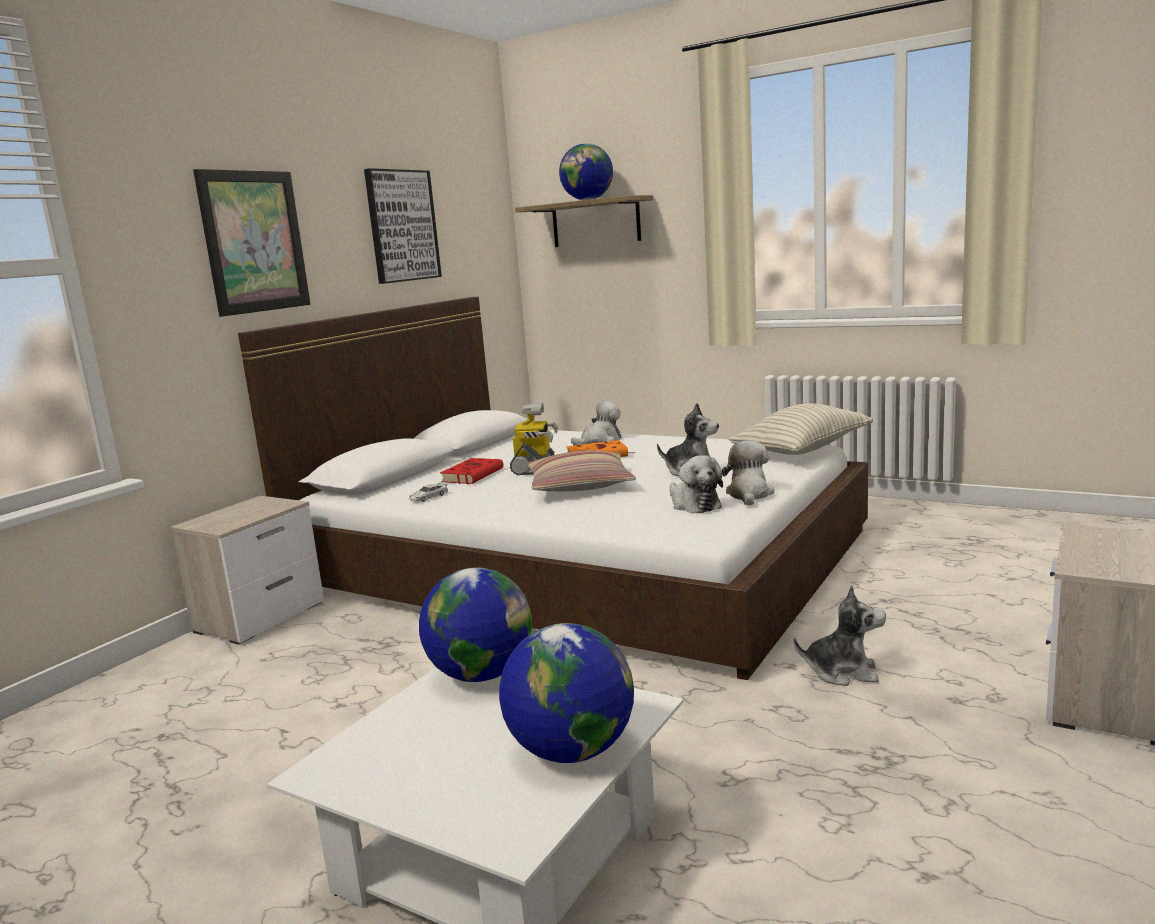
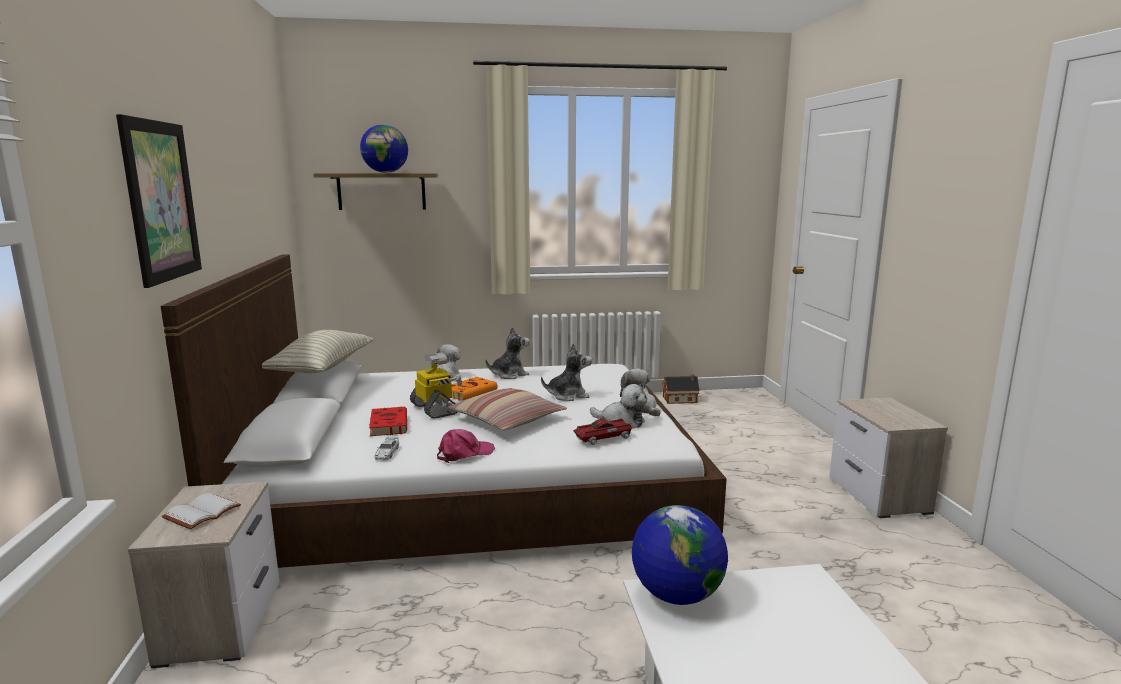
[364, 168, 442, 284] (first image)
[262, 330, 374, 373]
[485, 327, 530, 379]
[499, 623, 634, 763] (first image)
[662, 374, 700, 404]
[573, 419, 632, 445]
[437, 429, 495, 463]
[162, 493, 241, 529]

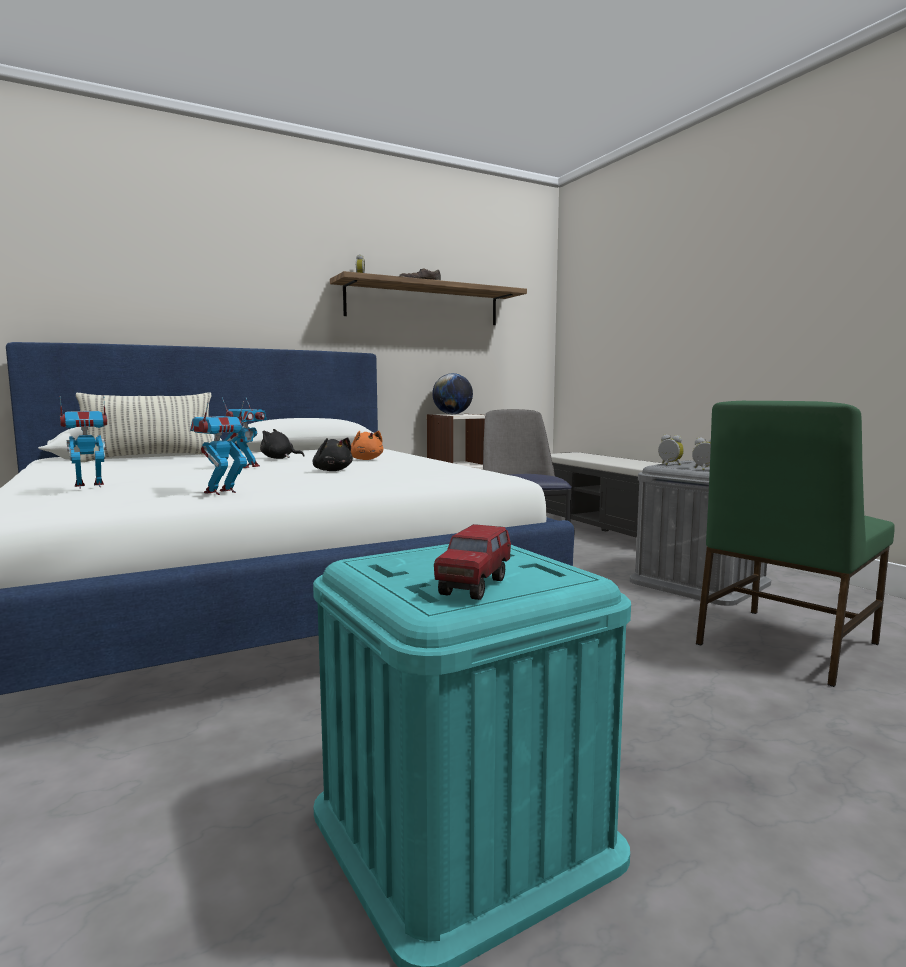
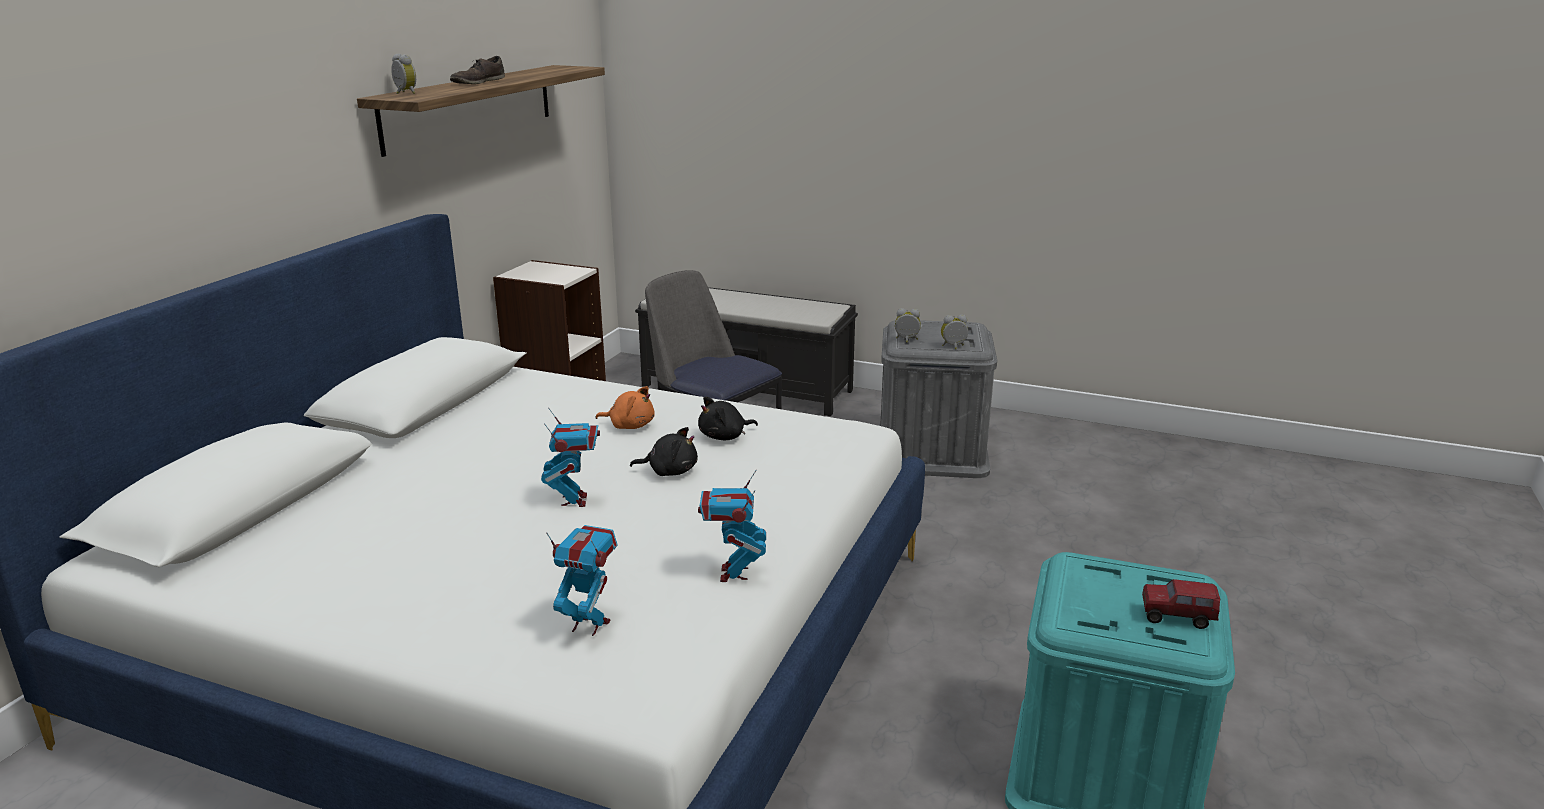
[432, 373, 473, 414] (first image)
[76, 392, 213, 462] (first image)
[546, 525, 618, 636]
[696, 401, 895, 687] (first image)
[698, 396, 758, 440]
[1142, 579, 1220, 629]

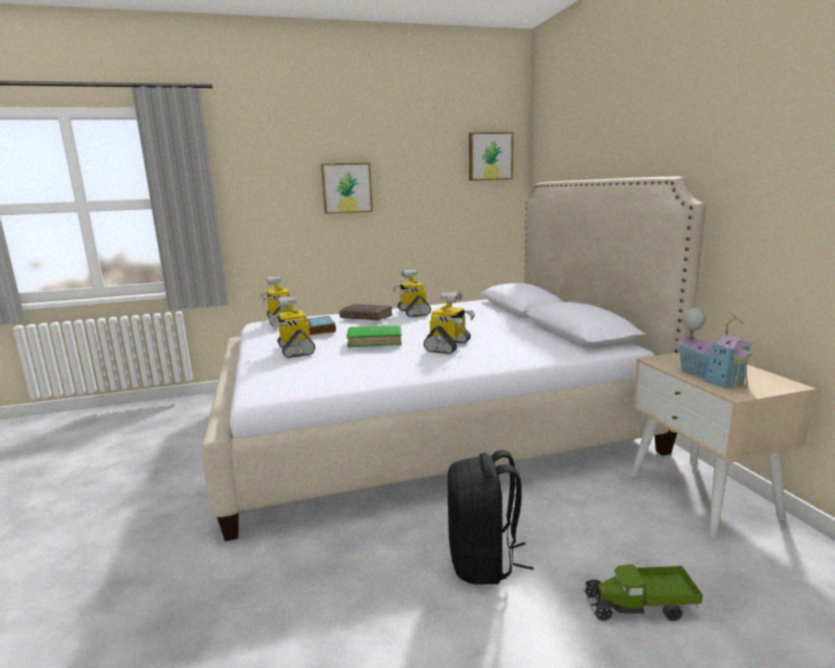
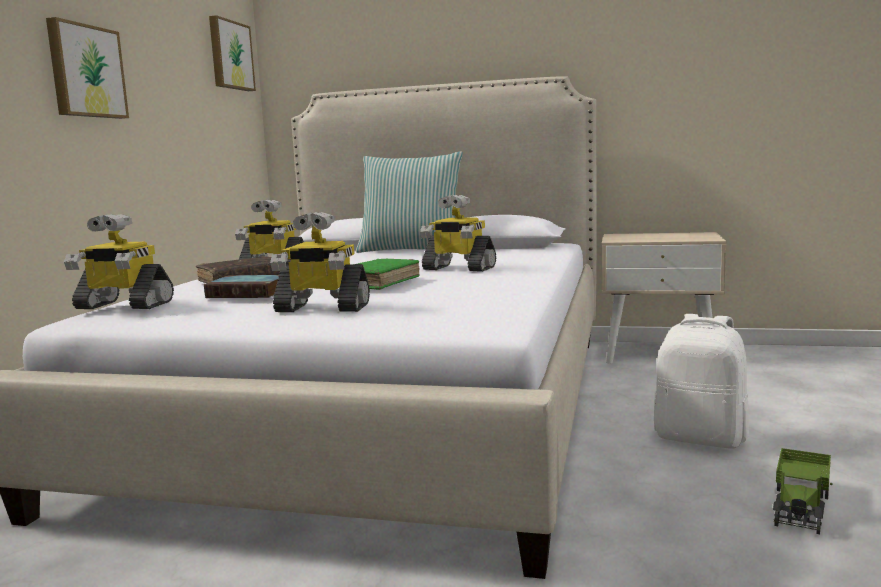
[420, 195, 496, 272]
[675, 308, 756, 389] (first image)
[654, 314, 749, 449]
[773, 448, 833, 534]
[356, 151, 463, 253]

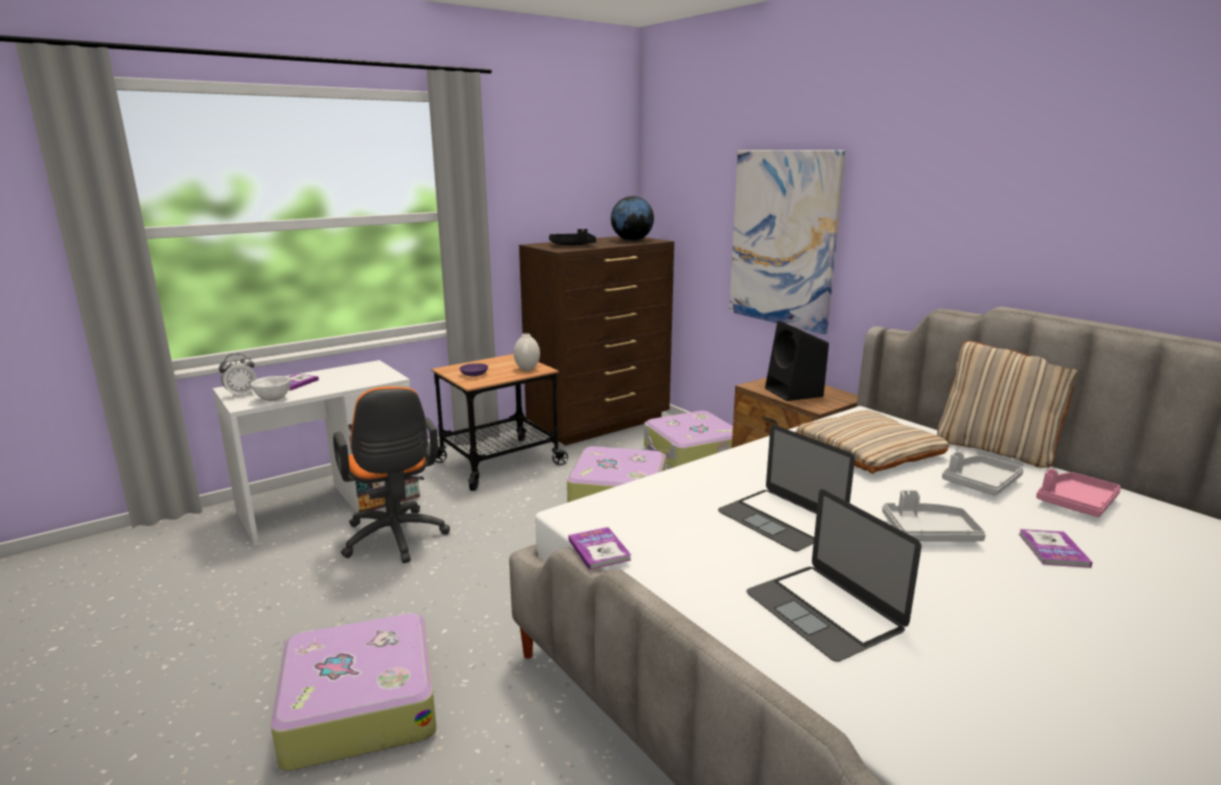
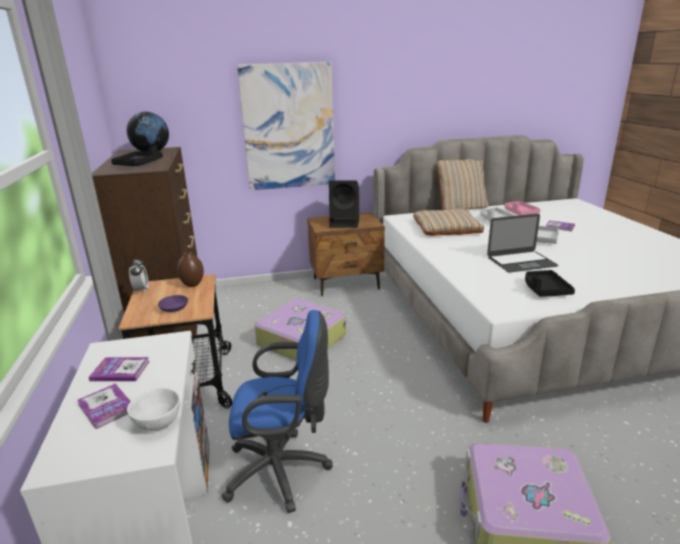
[177, 252, 204, 287]
[129, 257, 149, 293]
[222, 310, 333, 513]
[644, 411, 733, 468] (first image)
[746, 489, 921, 662] (first image)
[89, 357, 150, 381]
[525, 270, 575, 297]

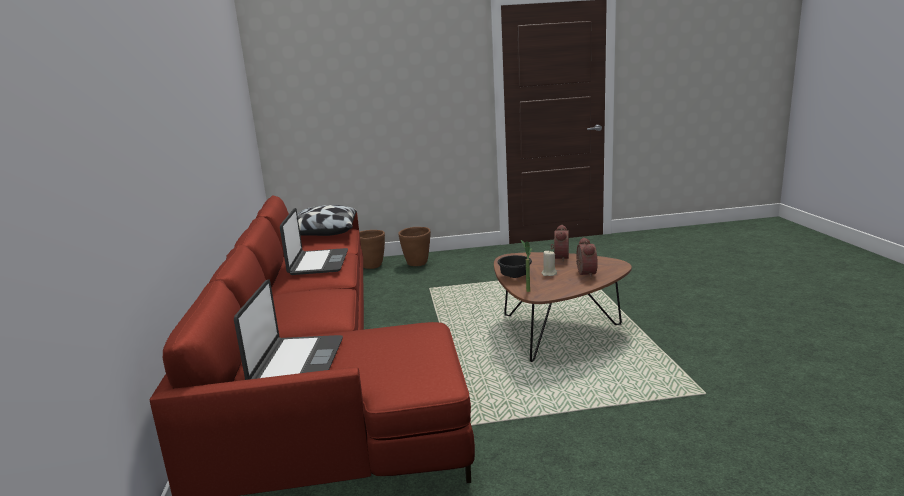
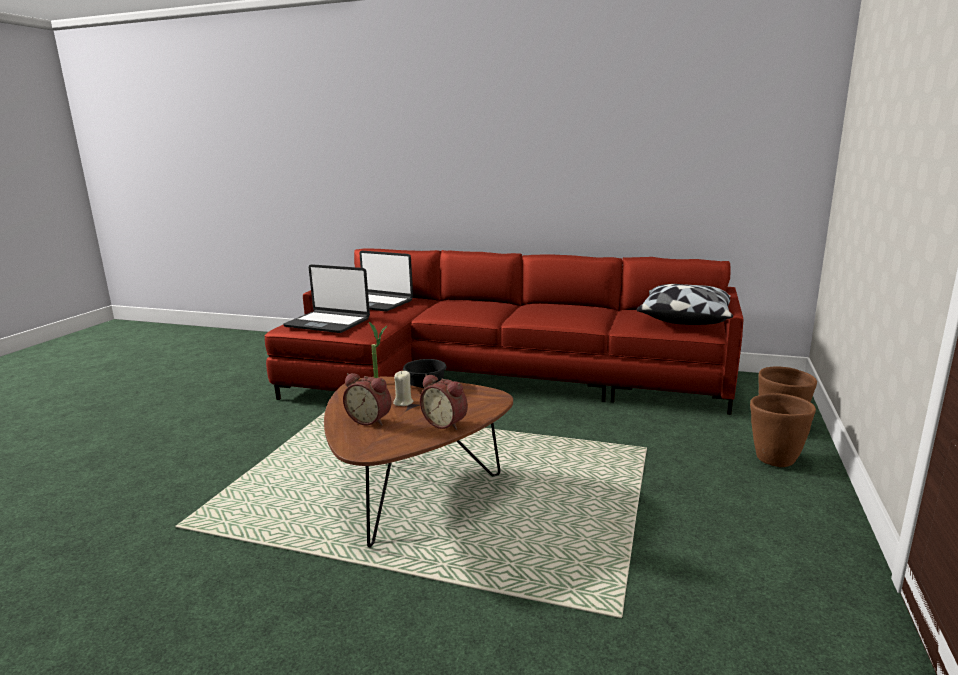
[283, 264, 370, 333]

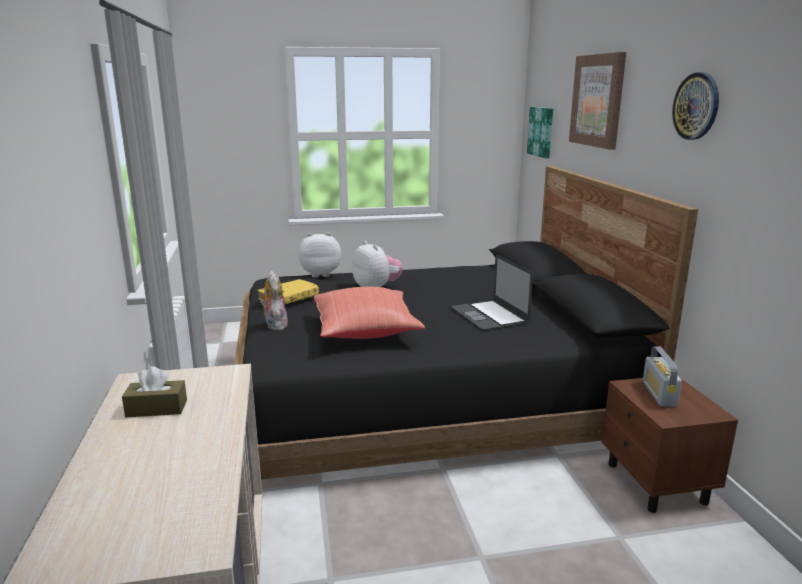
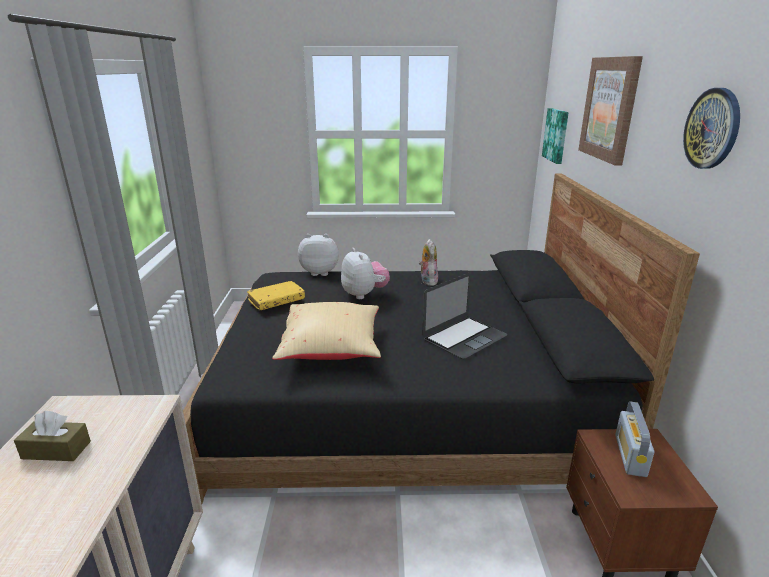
[422, 273, 507, 359]
[419, 239, 438, 286]
[272, 302, 381, 360]

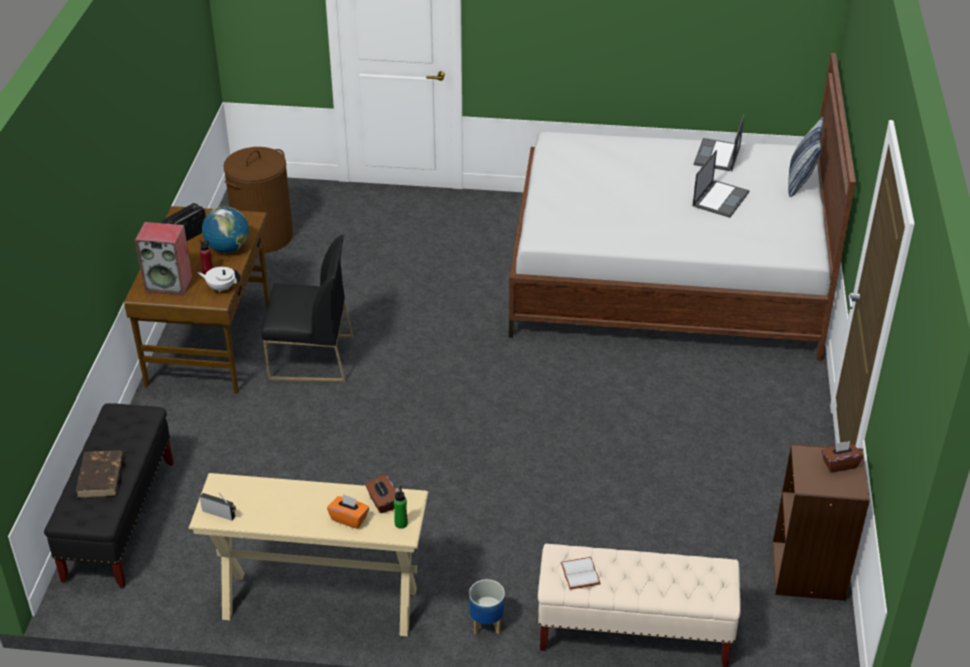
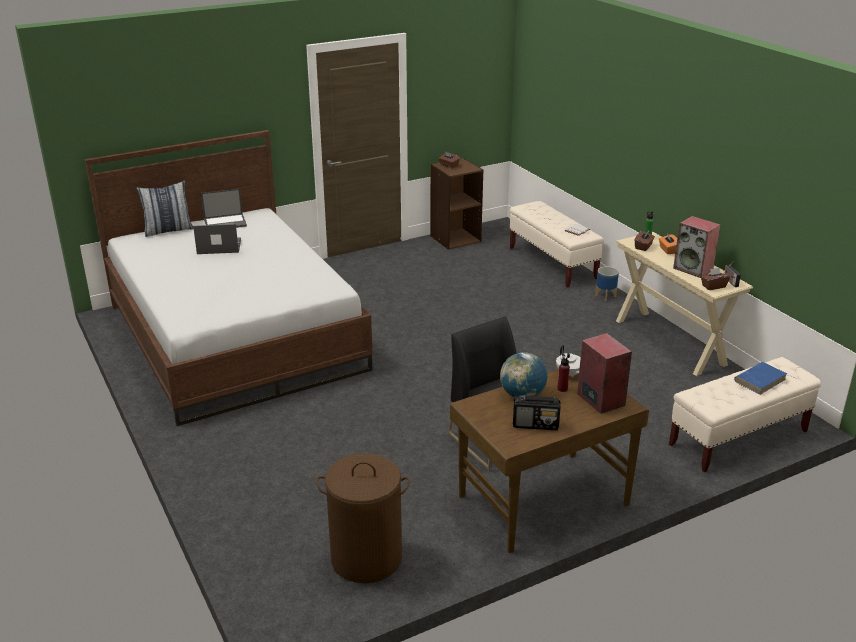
[201, 189, 247, 228]
[669, 357, 821, 472]
[734, 362, 787, 395]
[673, 216, 721, 278]
[701, 268, 730, 290]

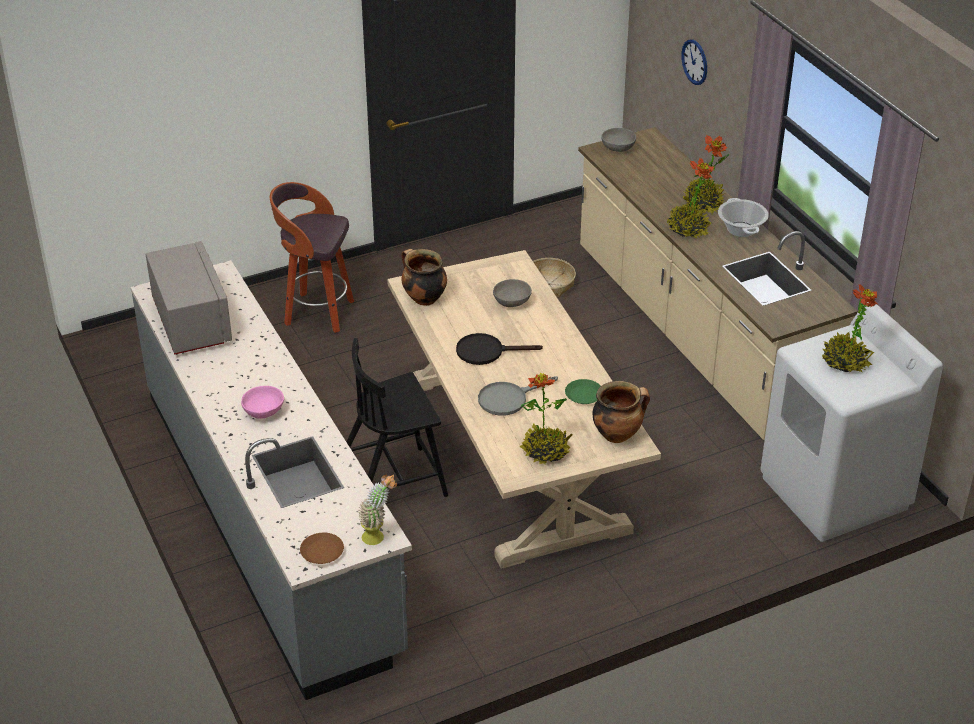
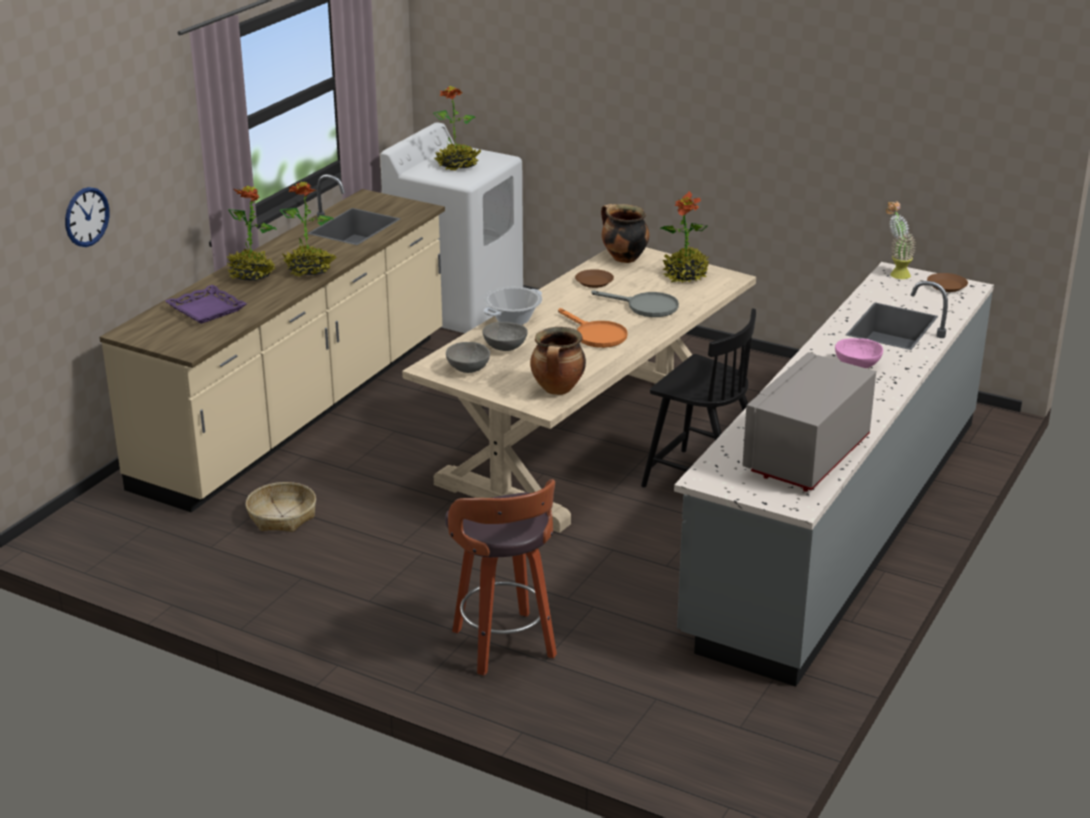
[446, 342, 490, 373]
[484, 287, 542, 325]
[558, 308, 628, 348]
[575, 269, 614, 288]
[165, 285, 247, 324]

